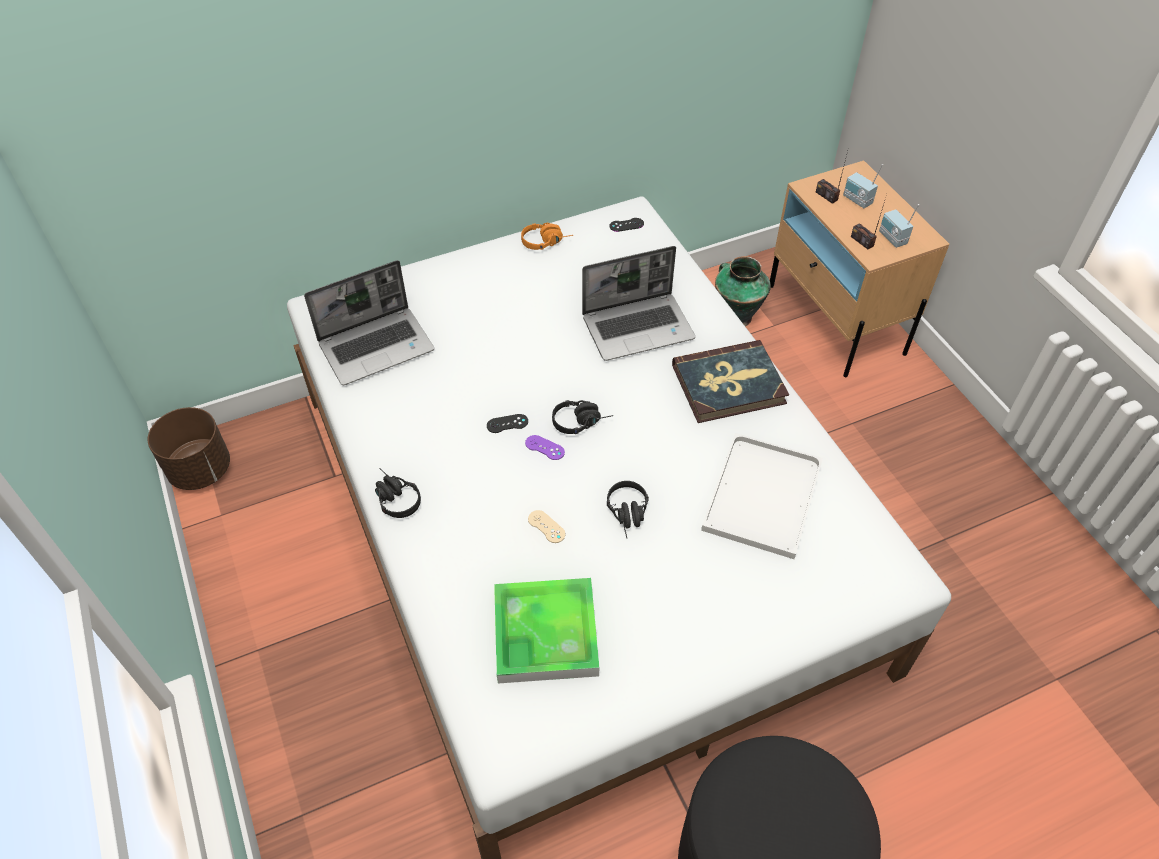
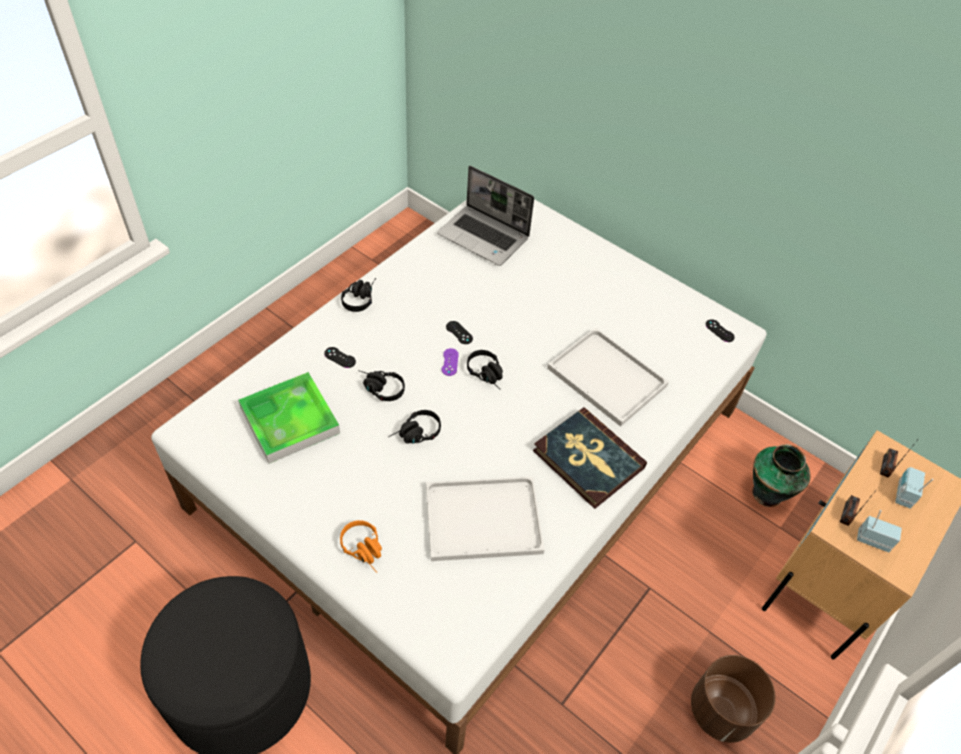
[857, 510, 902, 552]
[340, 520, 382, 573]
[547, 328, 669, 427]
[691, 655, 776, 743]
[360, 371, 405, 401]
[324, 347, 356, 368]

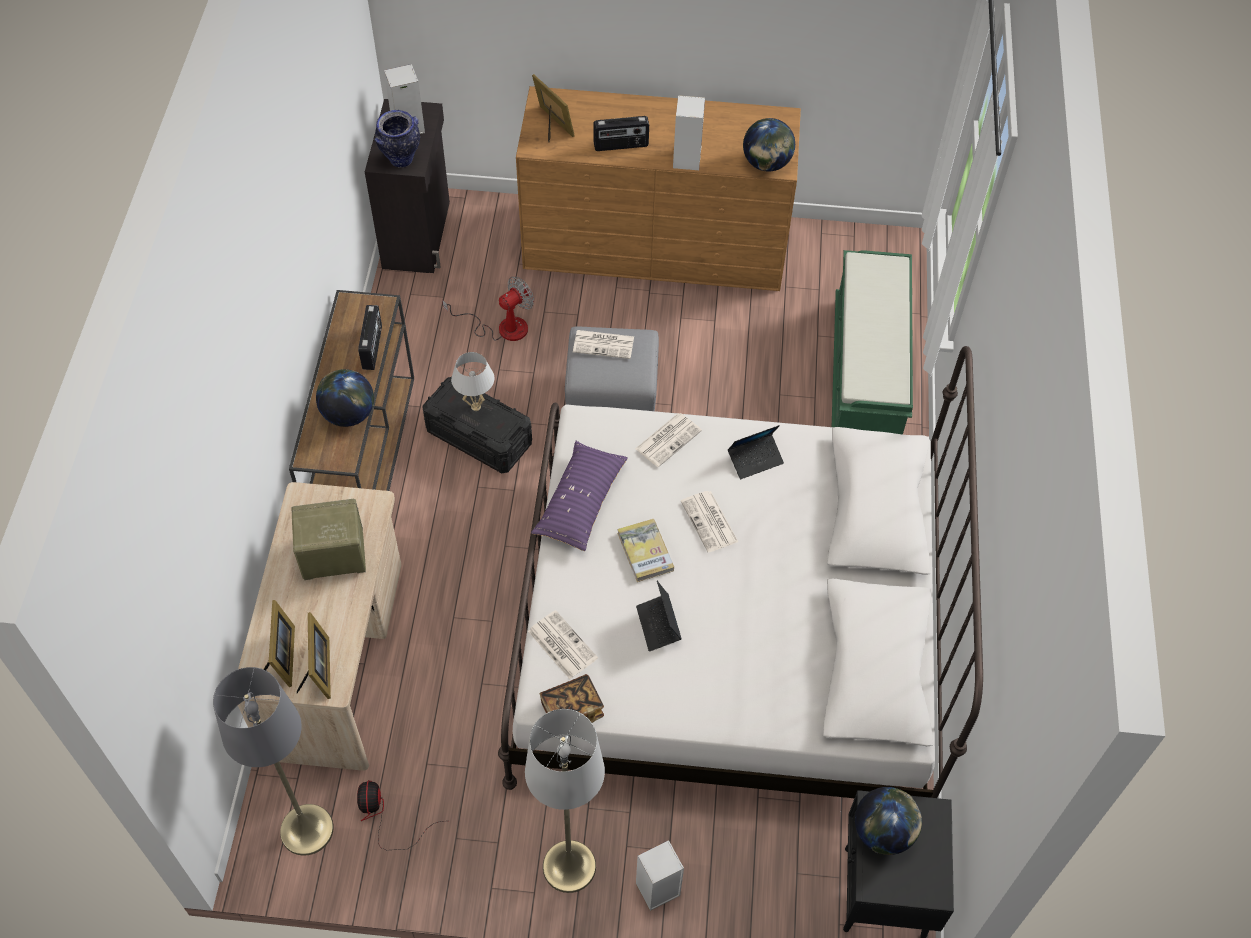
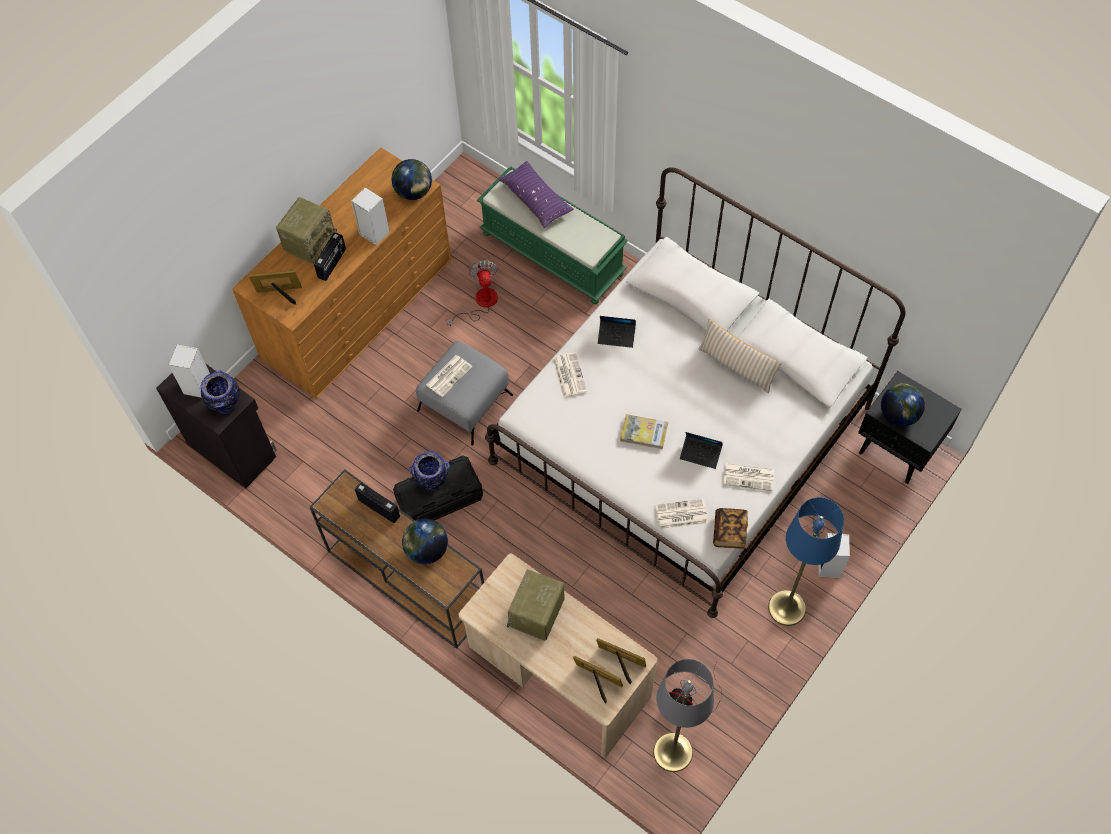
[446, 260, 498, 326]
[409, 451, 450, 491]
[598, 316, 636, 348]
[498, 161, 574, 228]
[723, 463, 774, 491]
[768, 497, 844, 626]
[276, 197, 337, 264]
[698, 319, 781, 393]

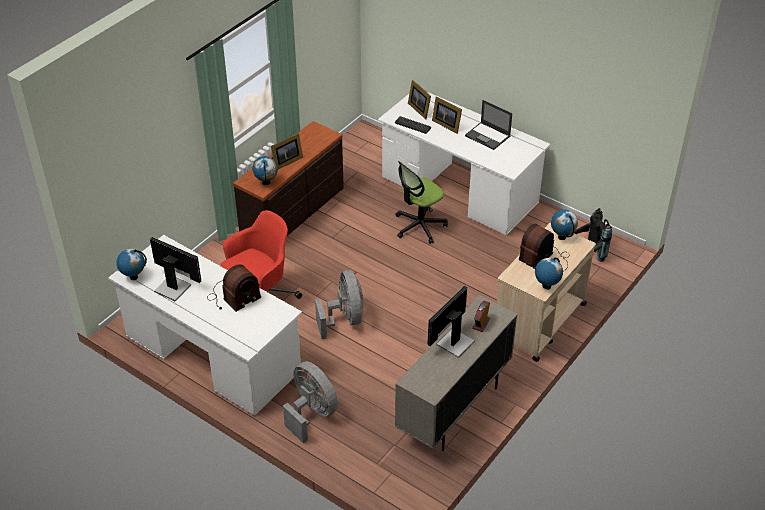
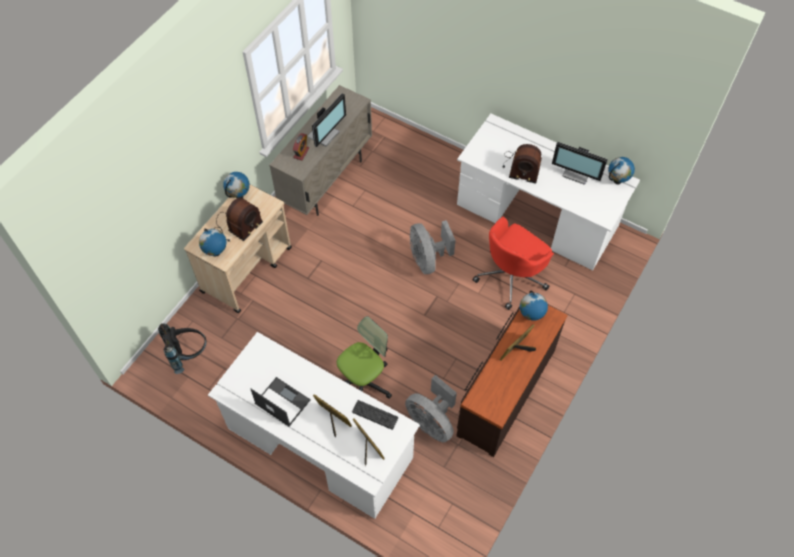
[502, 144, 542, 183]
[405, 375, 457, 442]

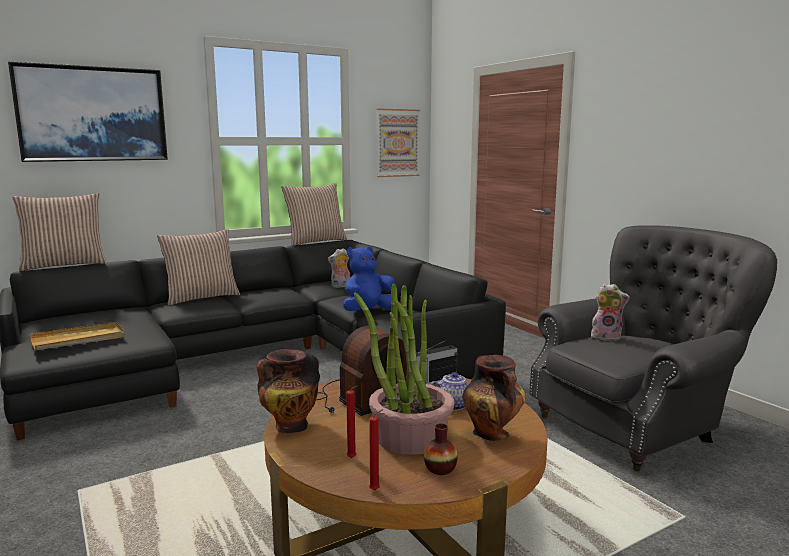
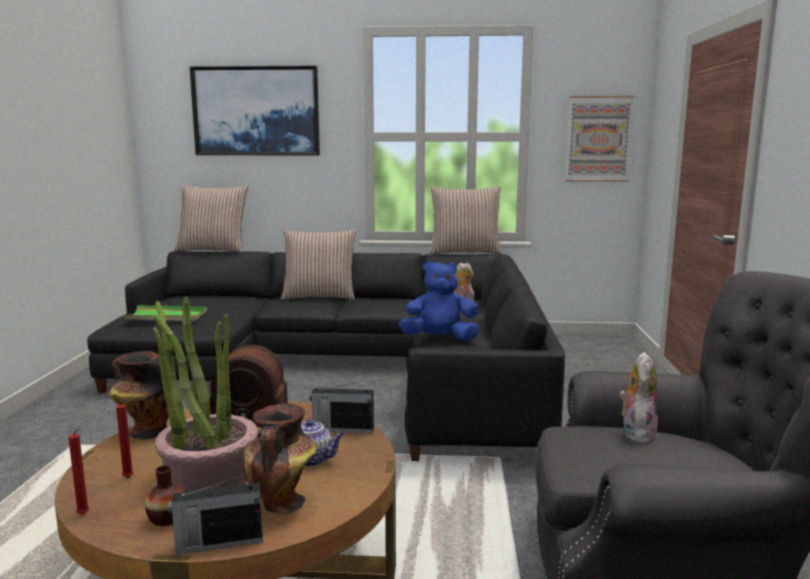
[619, 352, 658, 443]
[122, 305, 207, 321]
[168, 474, 263, 555]

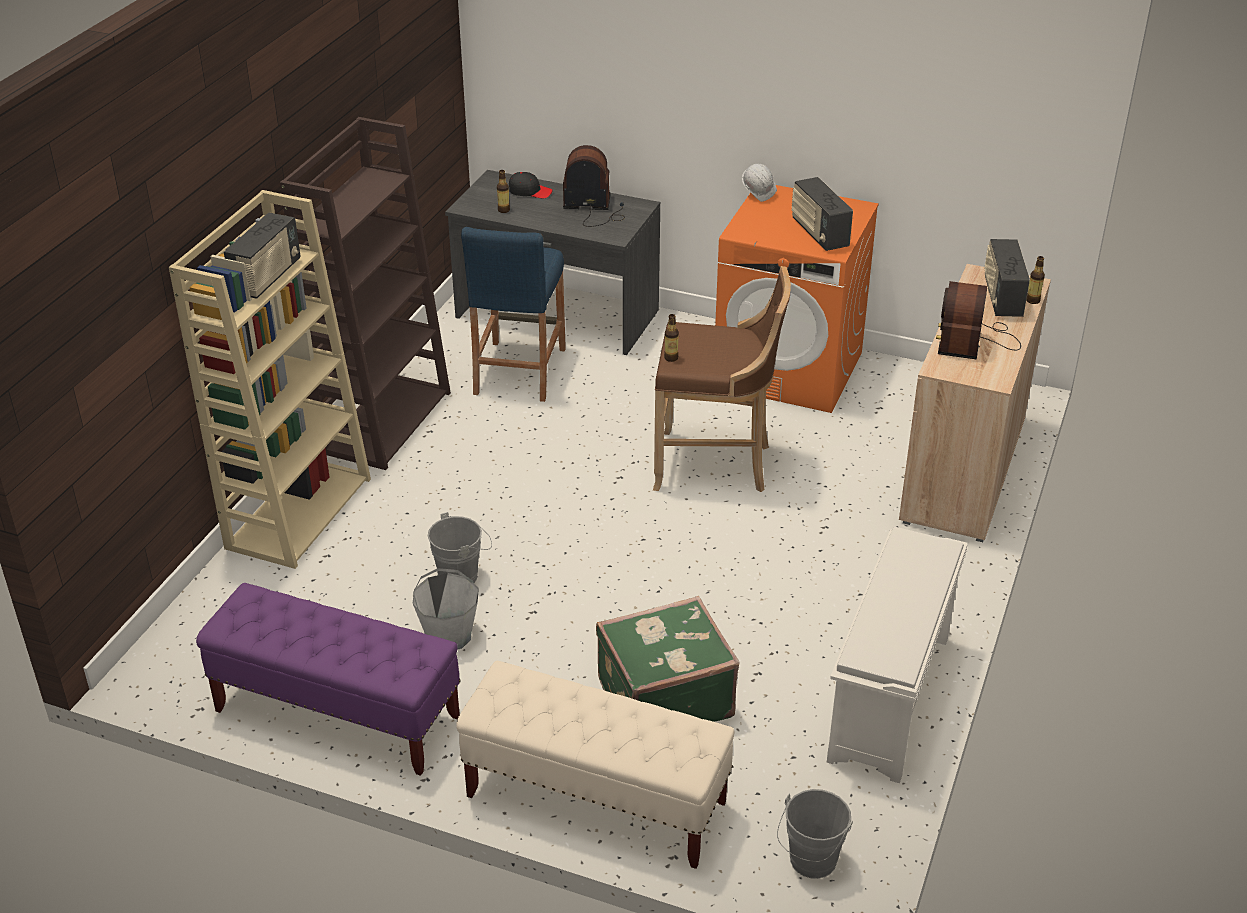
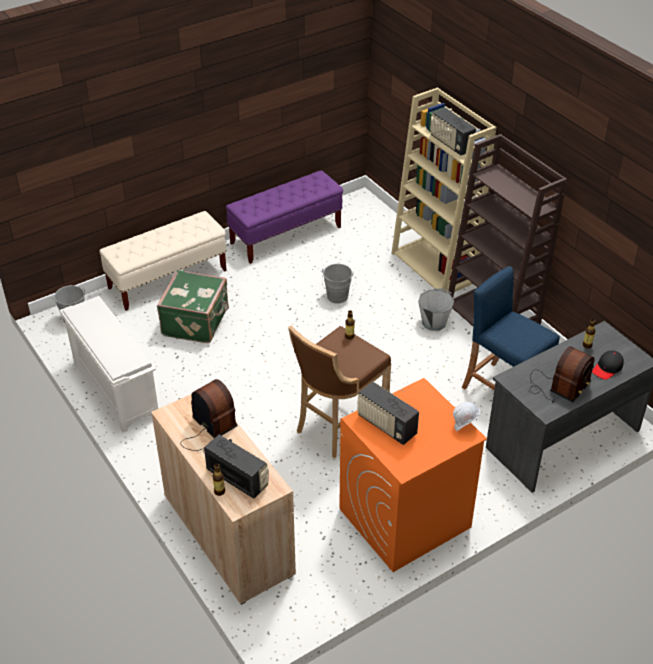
[357, 382, 419, 445]
[418, 288, 454, 331]

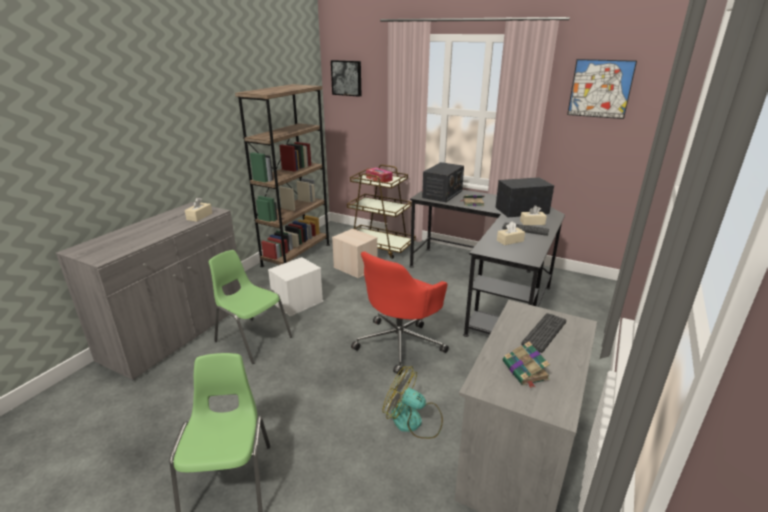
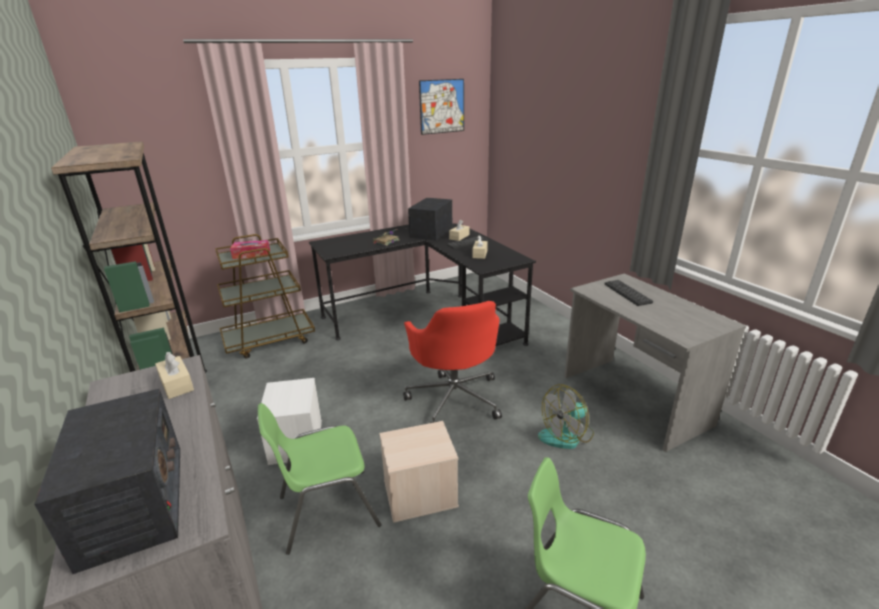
[331, 60, 361, 97] (first image)
[34, 388, 180, 574]
[379, 421, 459, 523]
[503, 341, 550, 388] (first image)

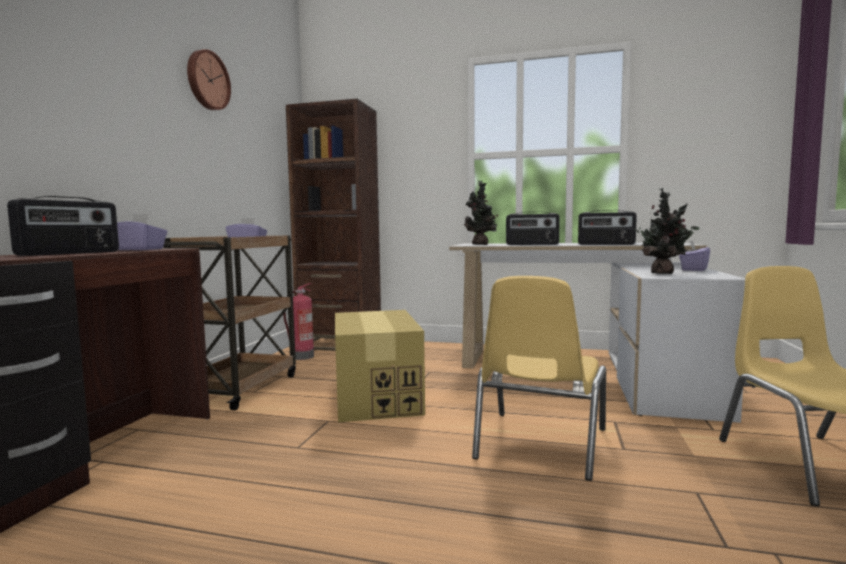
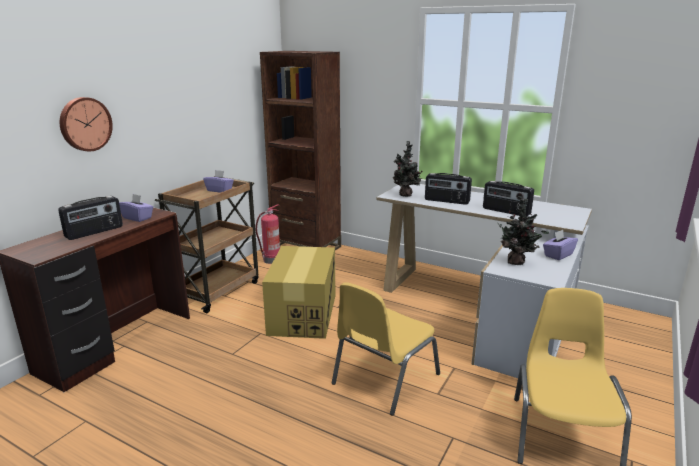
[60, 97, 113, 152]

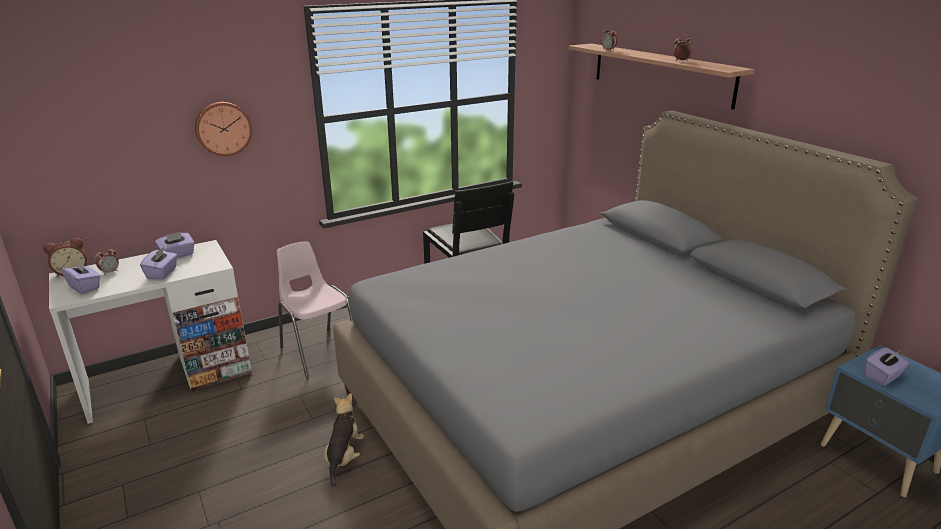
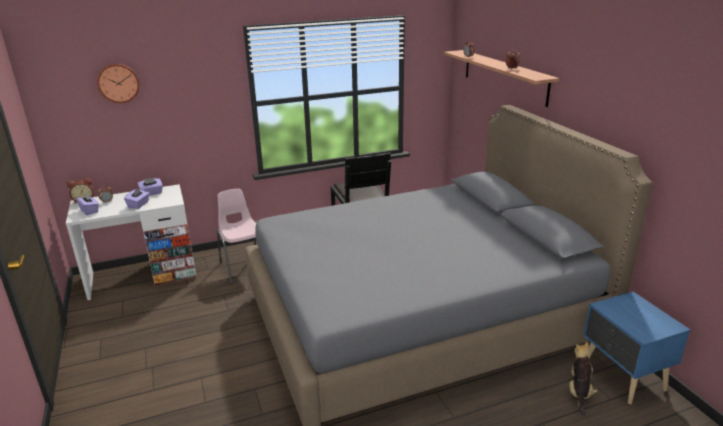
[97, 64, 139, 103]
[864, 347, 910, 386] (first image)
[569, 342, 598, 416]

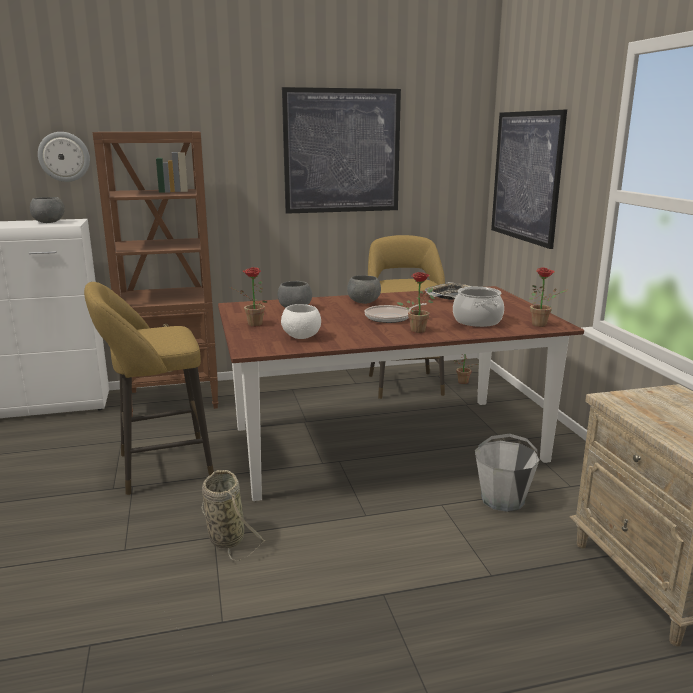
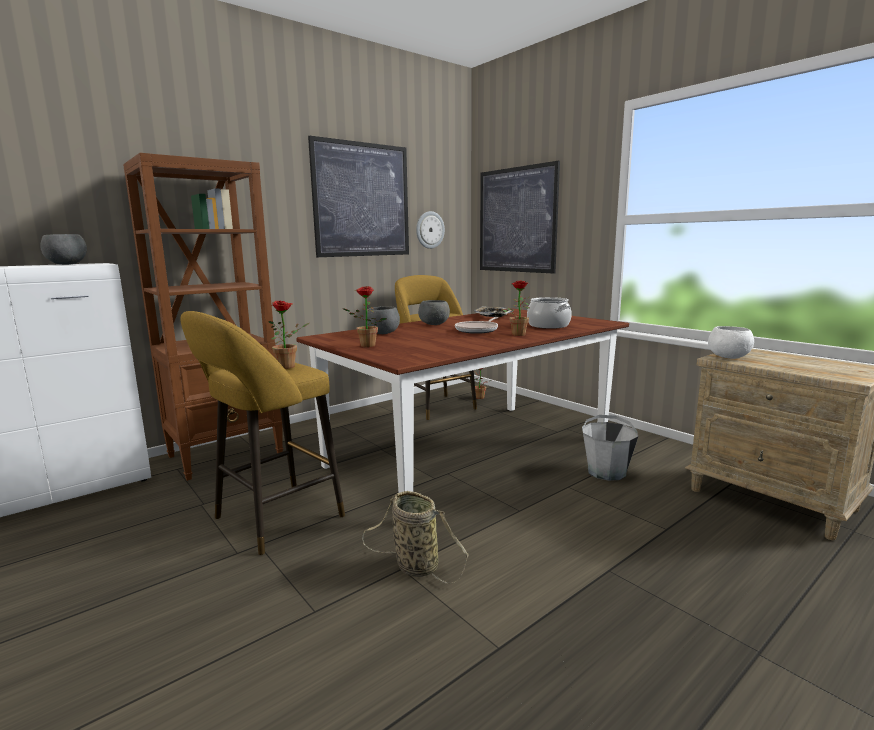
[416, 211, 445, 249]
[269, 300, 309, 369]
[708, 326, 754, 359]

